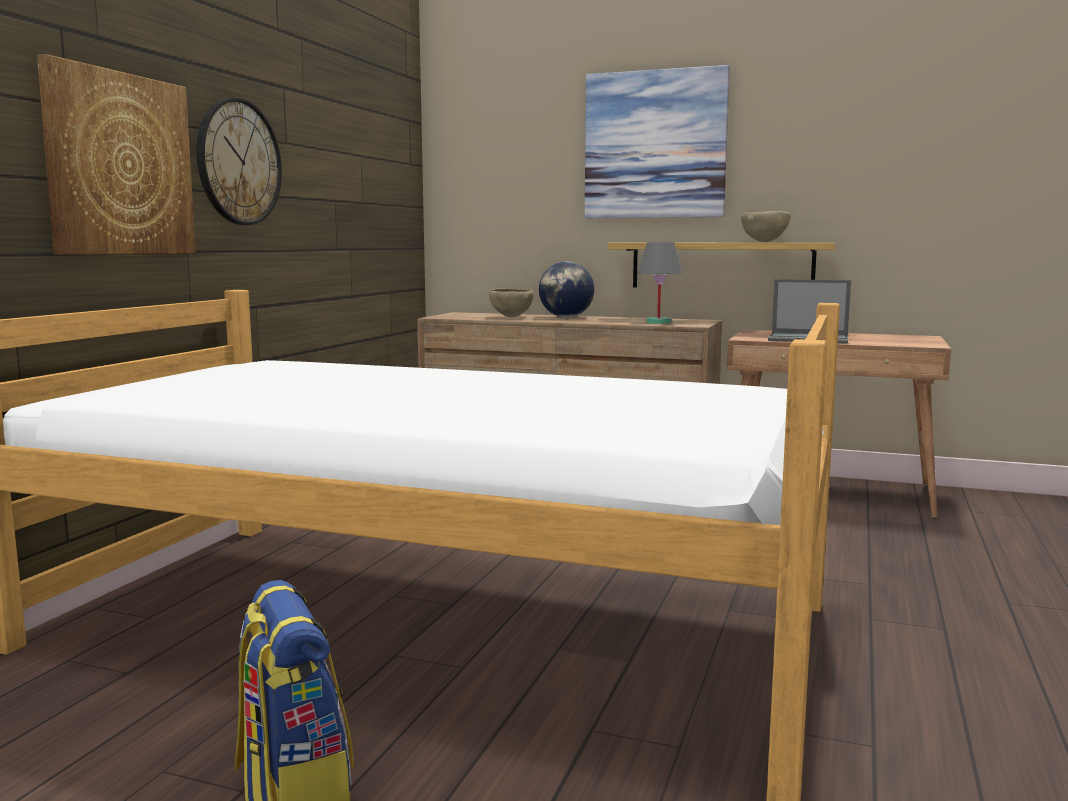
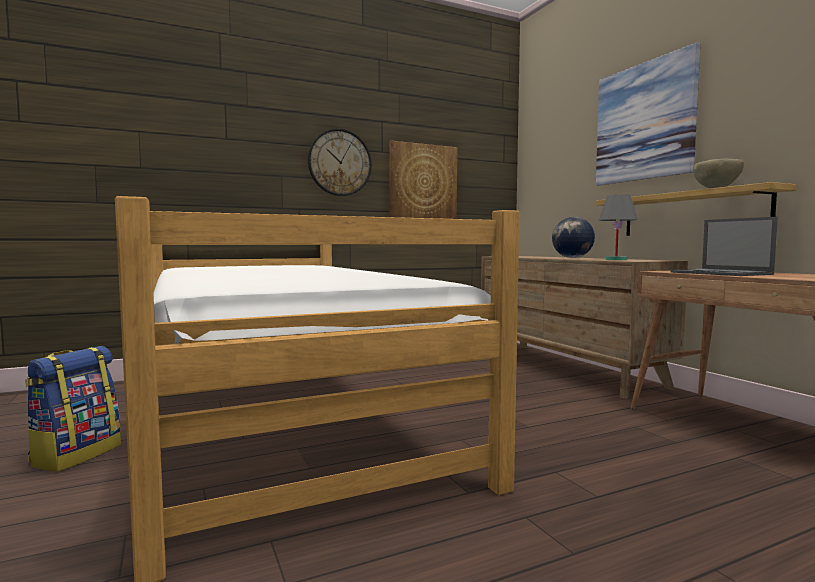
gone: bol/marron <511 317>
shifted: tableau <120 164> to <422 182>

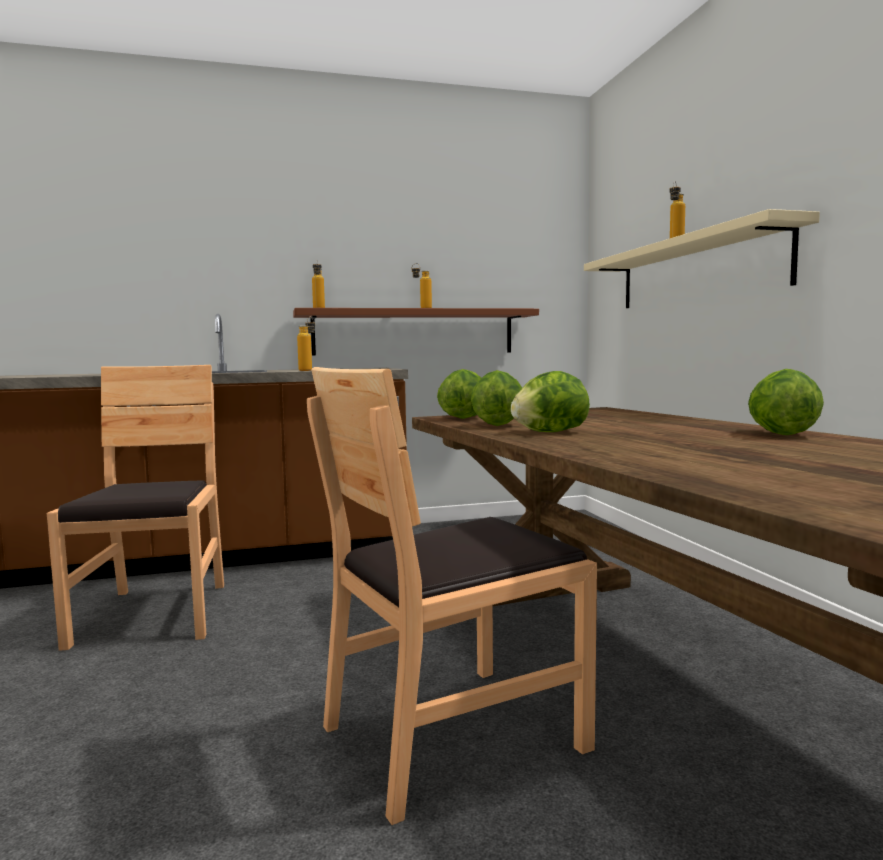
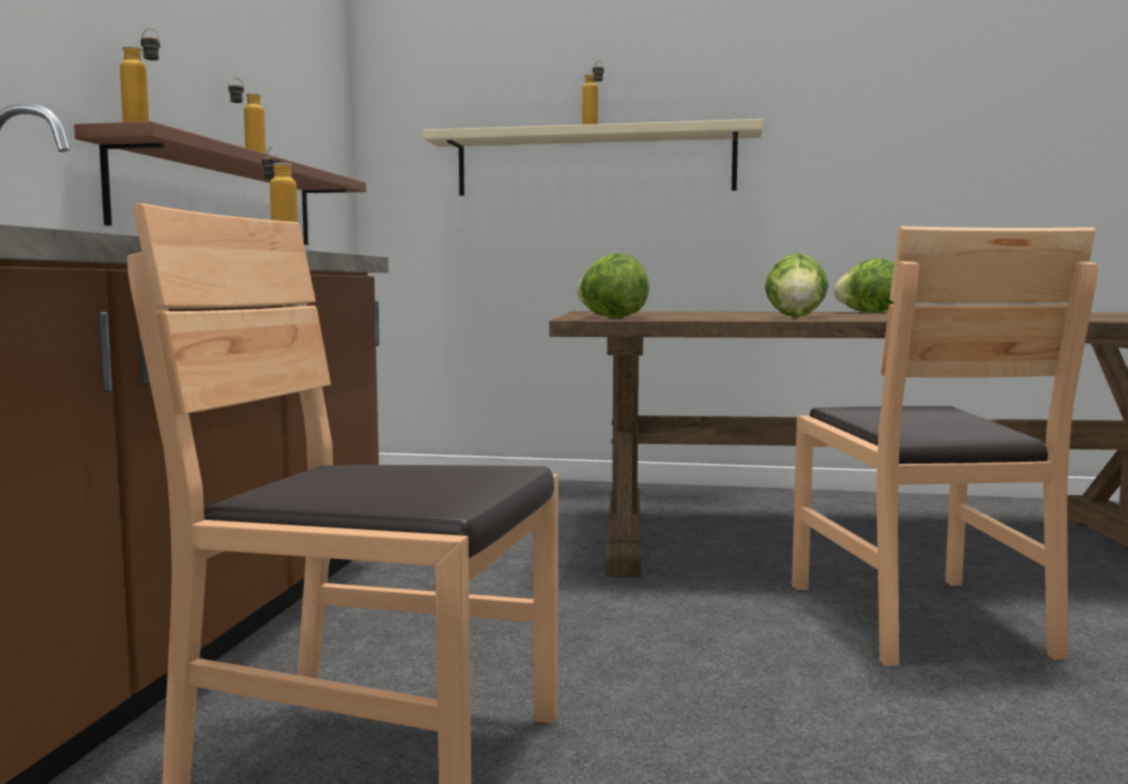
gone: laitue <498 425>

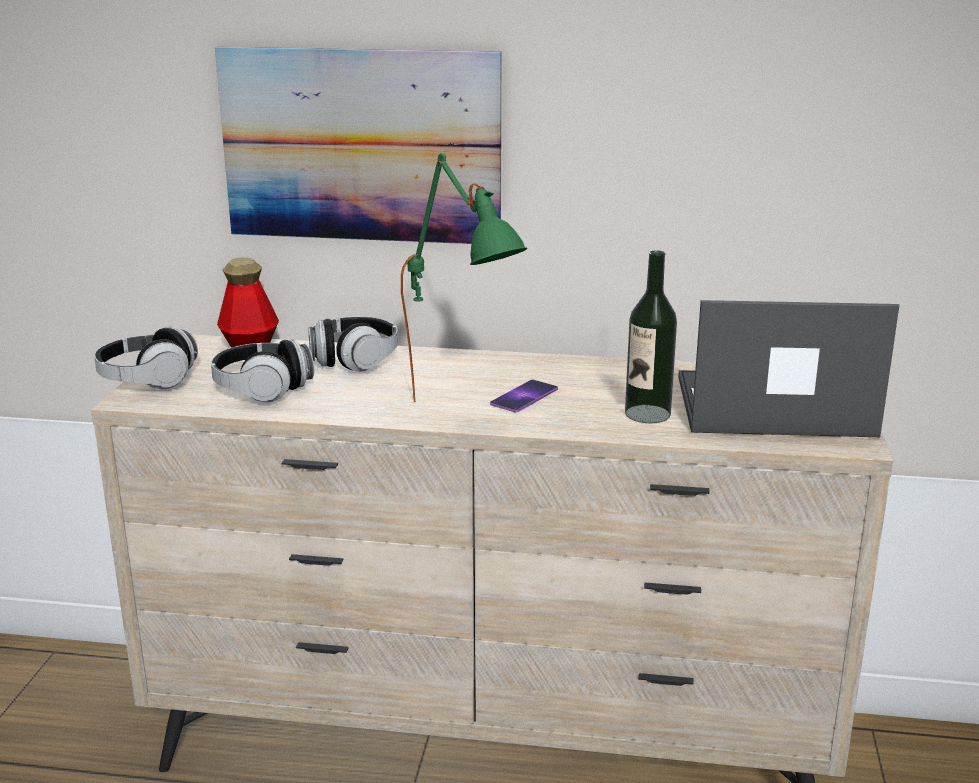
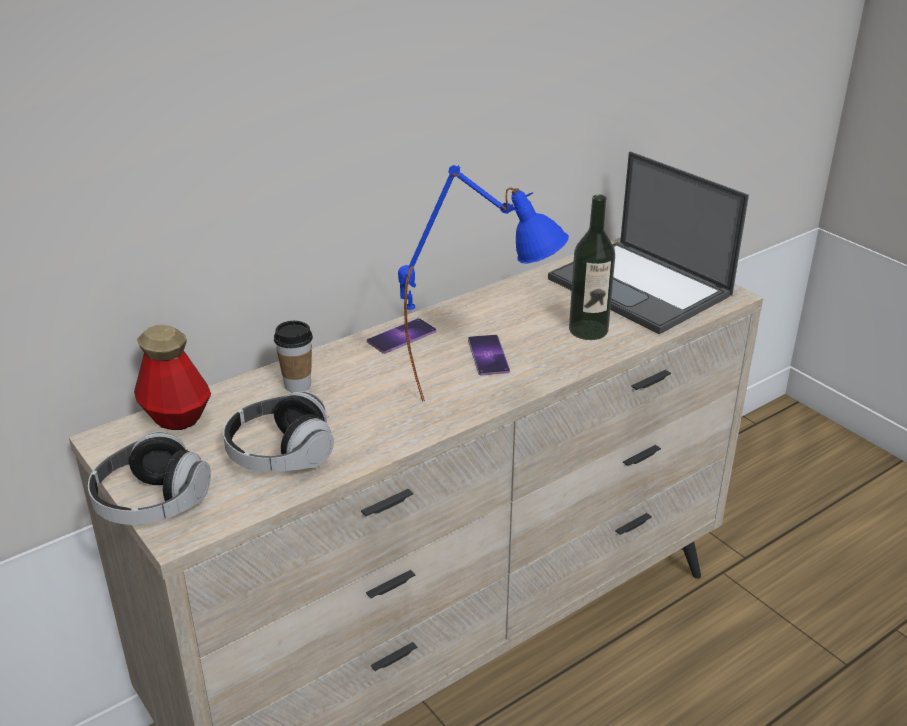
gone: tableau <361 146>
new: téléphone <401 336>
swapped: casque audio <354 360> to tasse <297 385>
repainted: lampe de table/vert <462 415> to lampe de table/bleu <479 394>
rotated: ordinateur portable <770 407> = <641 287> 90 degrees counterclockwise

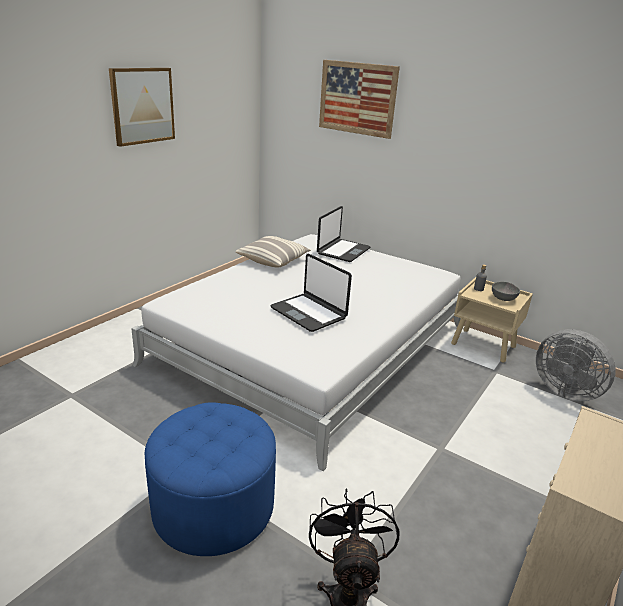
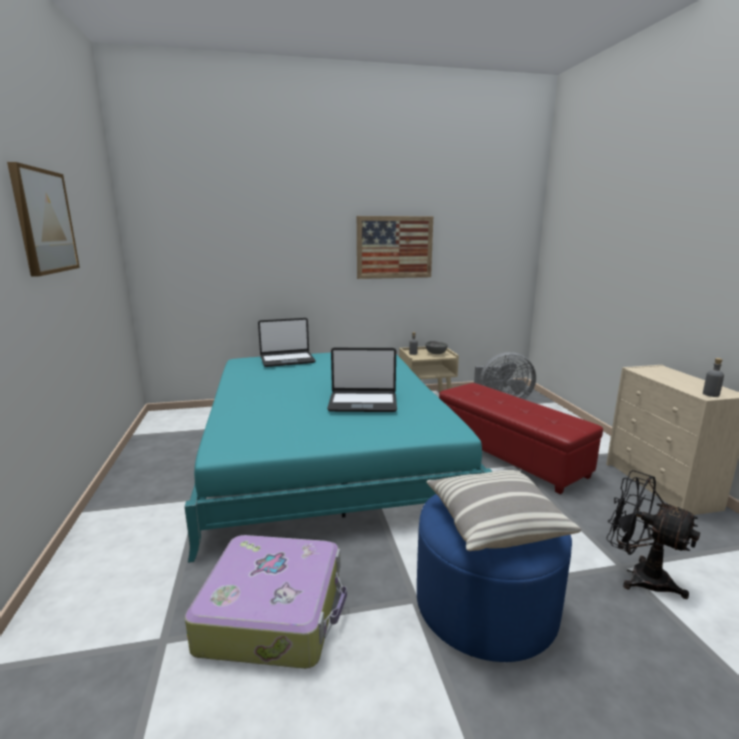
new: bouteille/gris <710 394>; pouf/rouge <510 454>; valise <274 612>
shifted: tableau <357 98> to <394 247>; coussin <273 260> to <494 523>
repainted: lit/blanc <312 344> to lit/turquoise <326 450>
rotated: ordinateur portable <343 251> = <287 360> 90 degrees clockwise

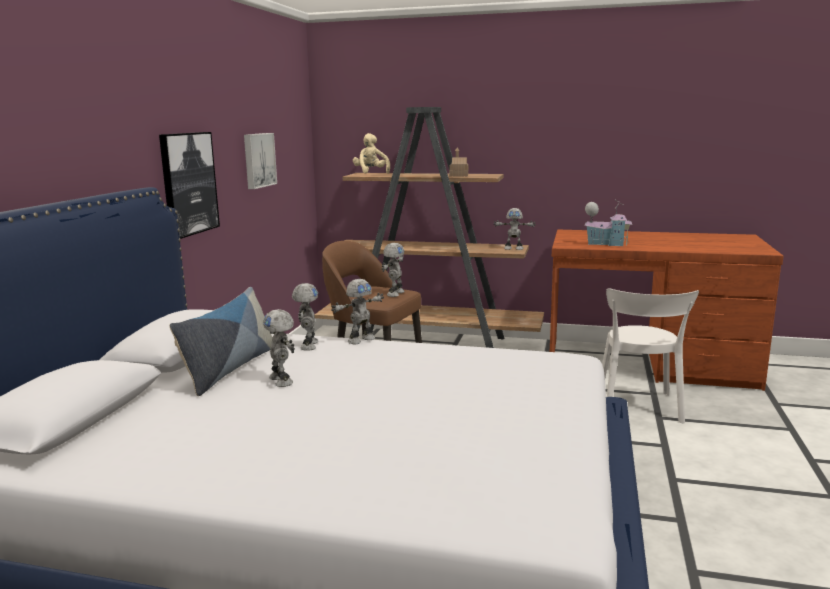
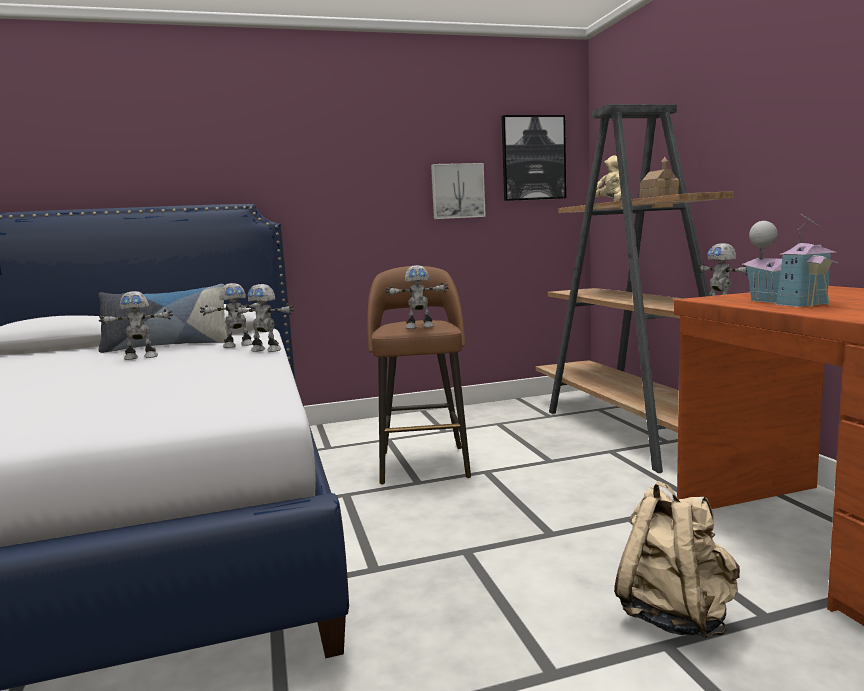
shifted: tableau <188 183> to <533 158>
swapped: chaise/blanc <639 408> to sac à dos/beige <675 615>
rotated: robot jouet <282 380> = <141 357> 135 degrees counterclockwise

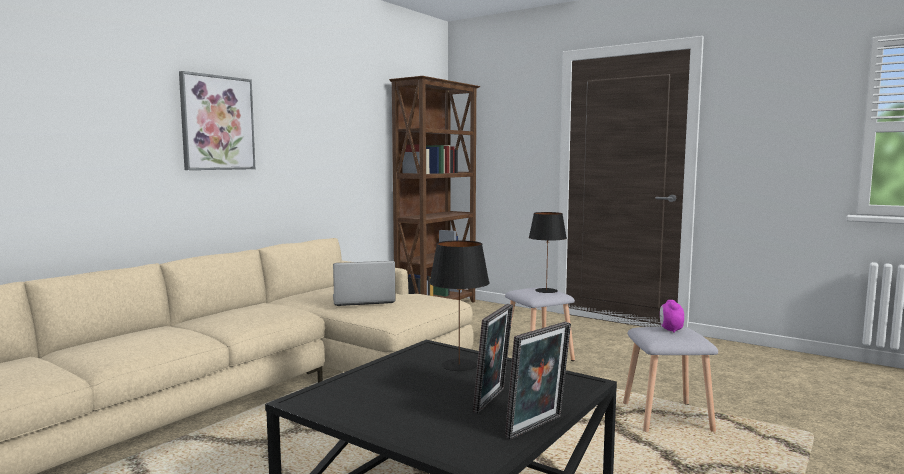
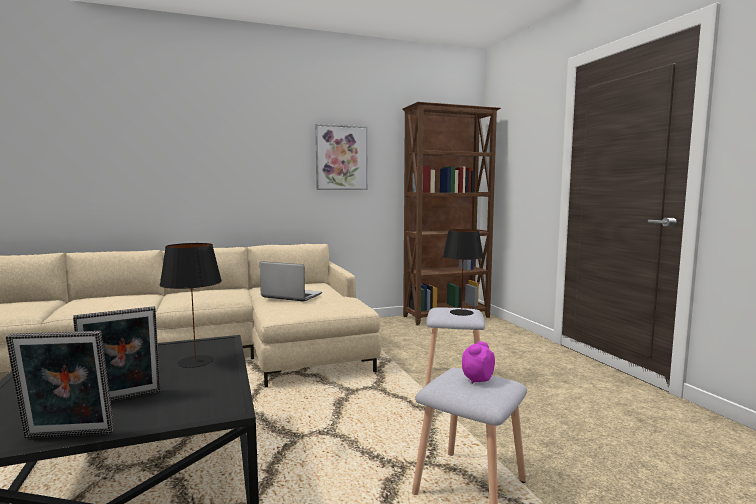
shifted: tableau <217 123> to <341 158>

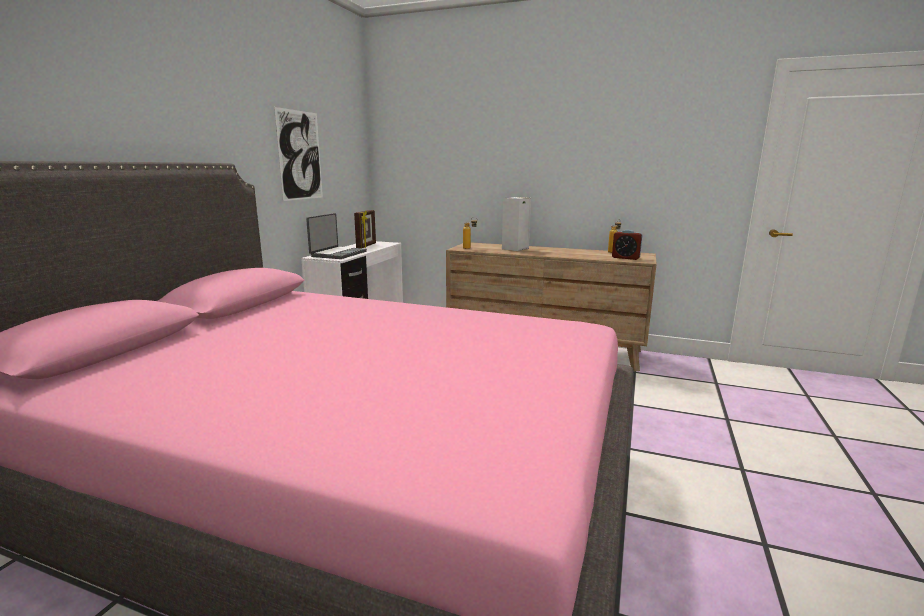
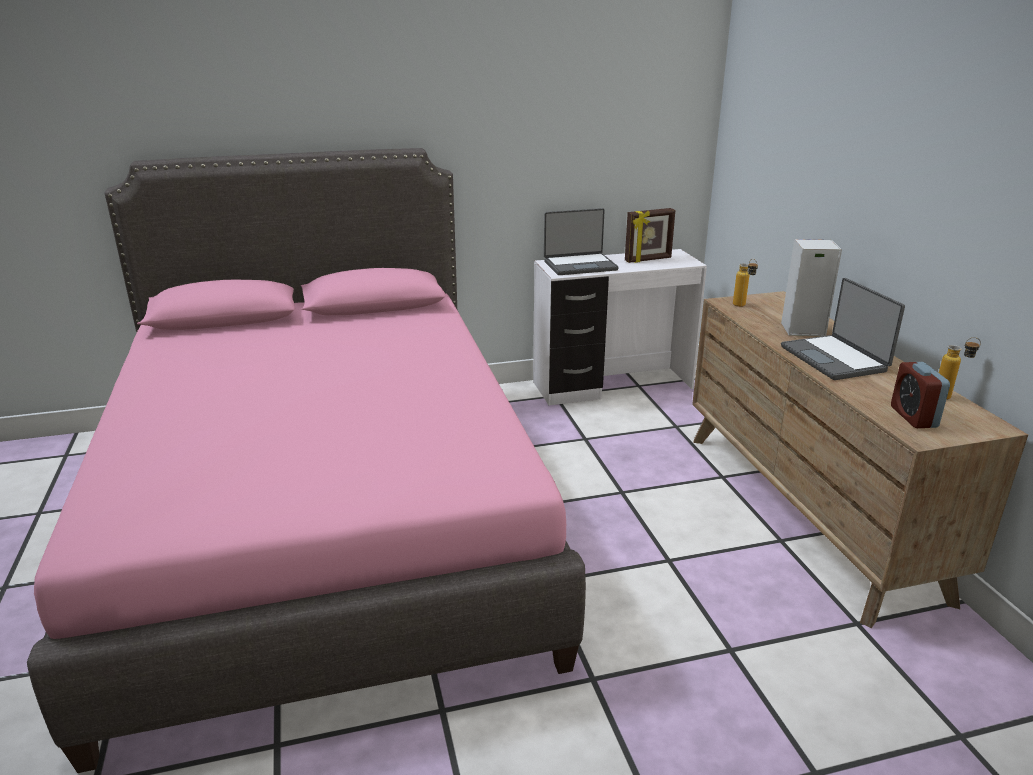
gone: tableau <300 155>
new: ordinateur portable <835 359>

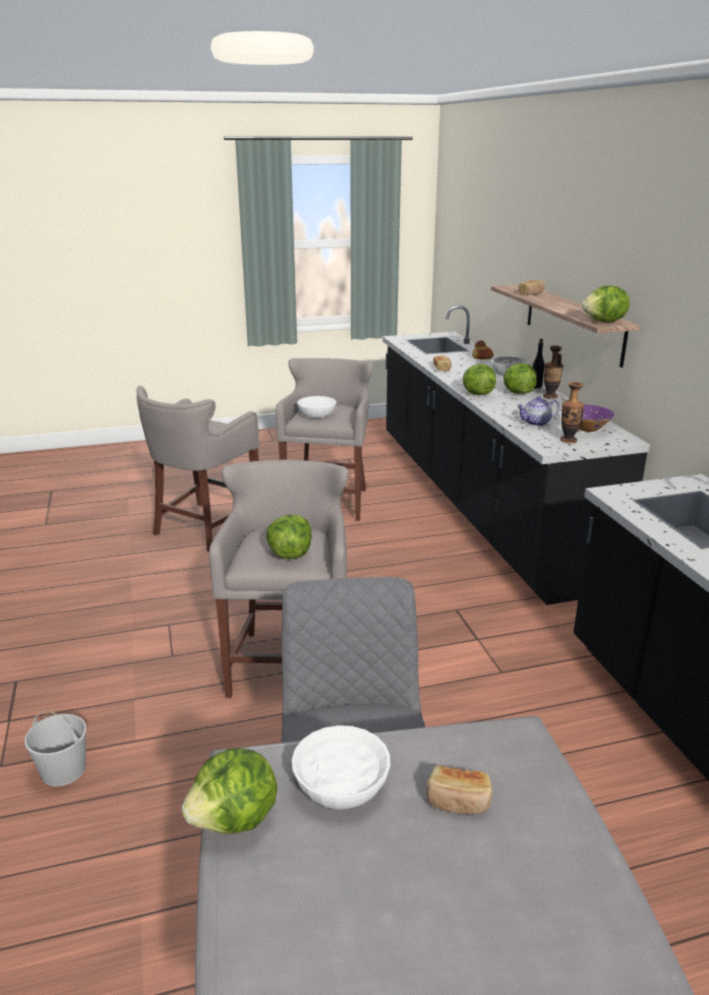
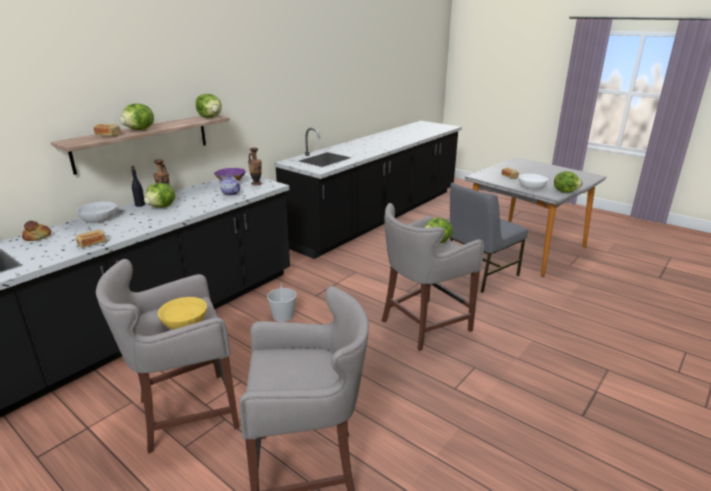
shifted: laitue <477 394> to <140 130>; seau/blanc <62 770> to <283 315>
repainted: bol/blanc <317 413> to bol/jaune <184 321>

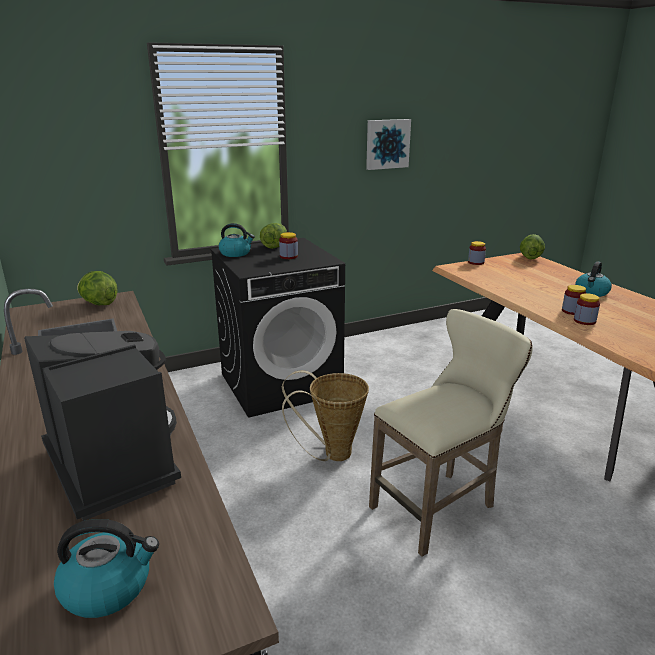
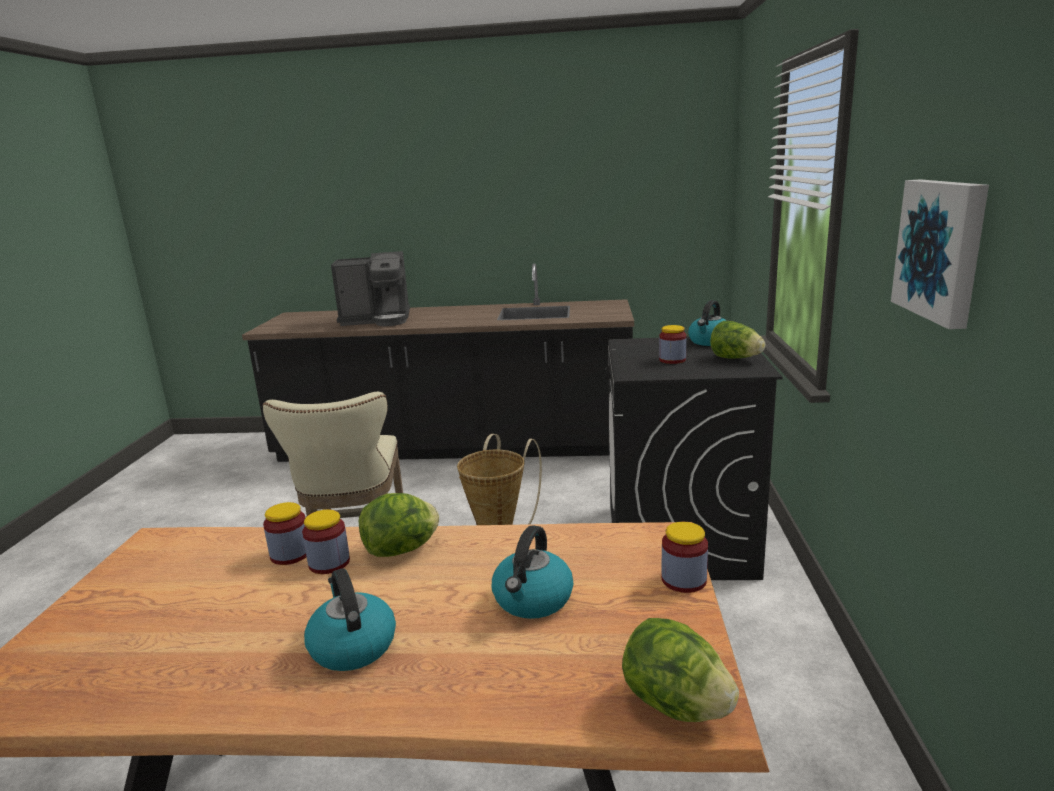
shifted: laitue <99 304> to <402 550>; bouilloire <108 586> to <533 600>

